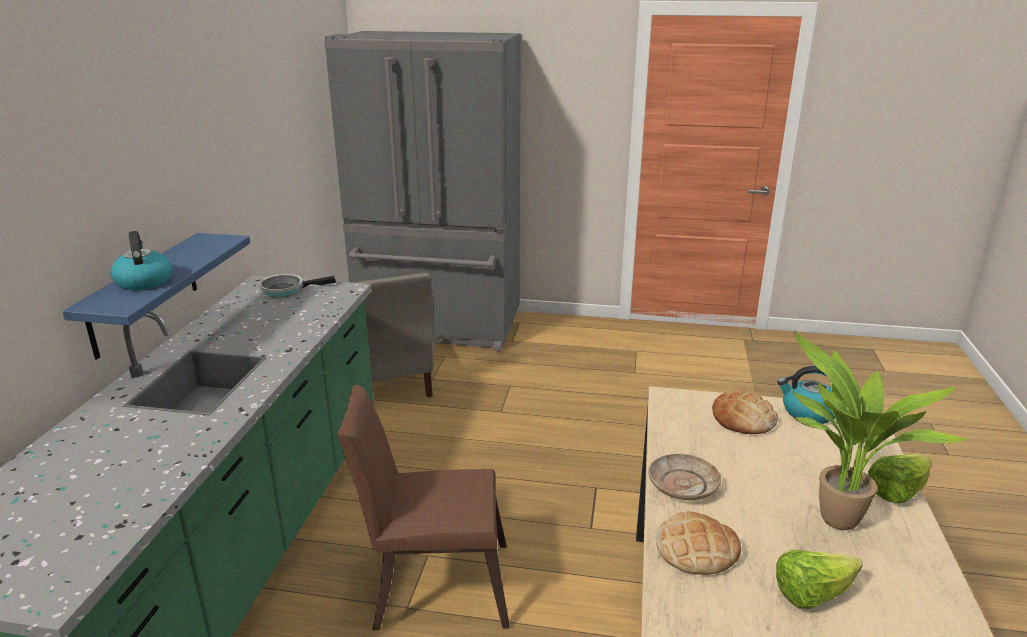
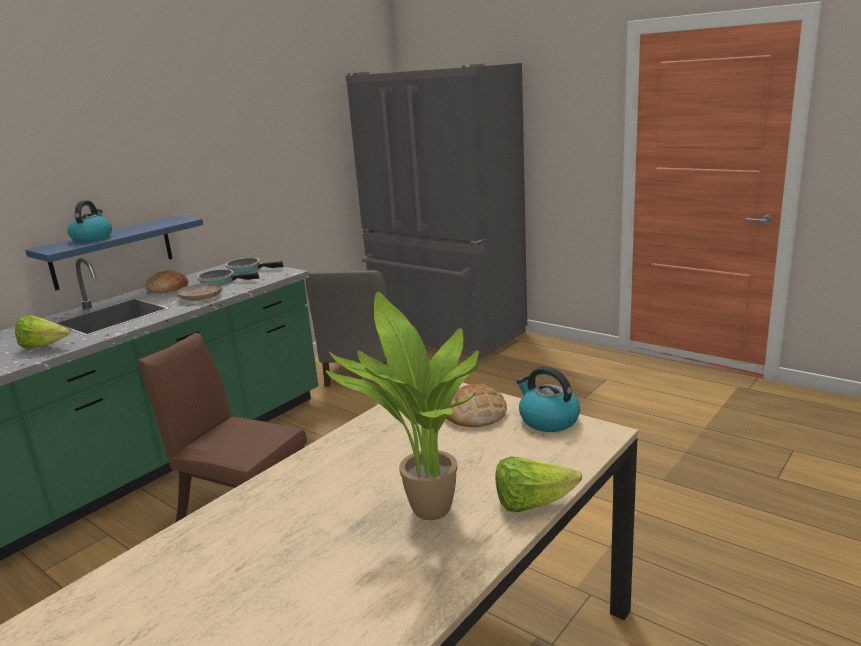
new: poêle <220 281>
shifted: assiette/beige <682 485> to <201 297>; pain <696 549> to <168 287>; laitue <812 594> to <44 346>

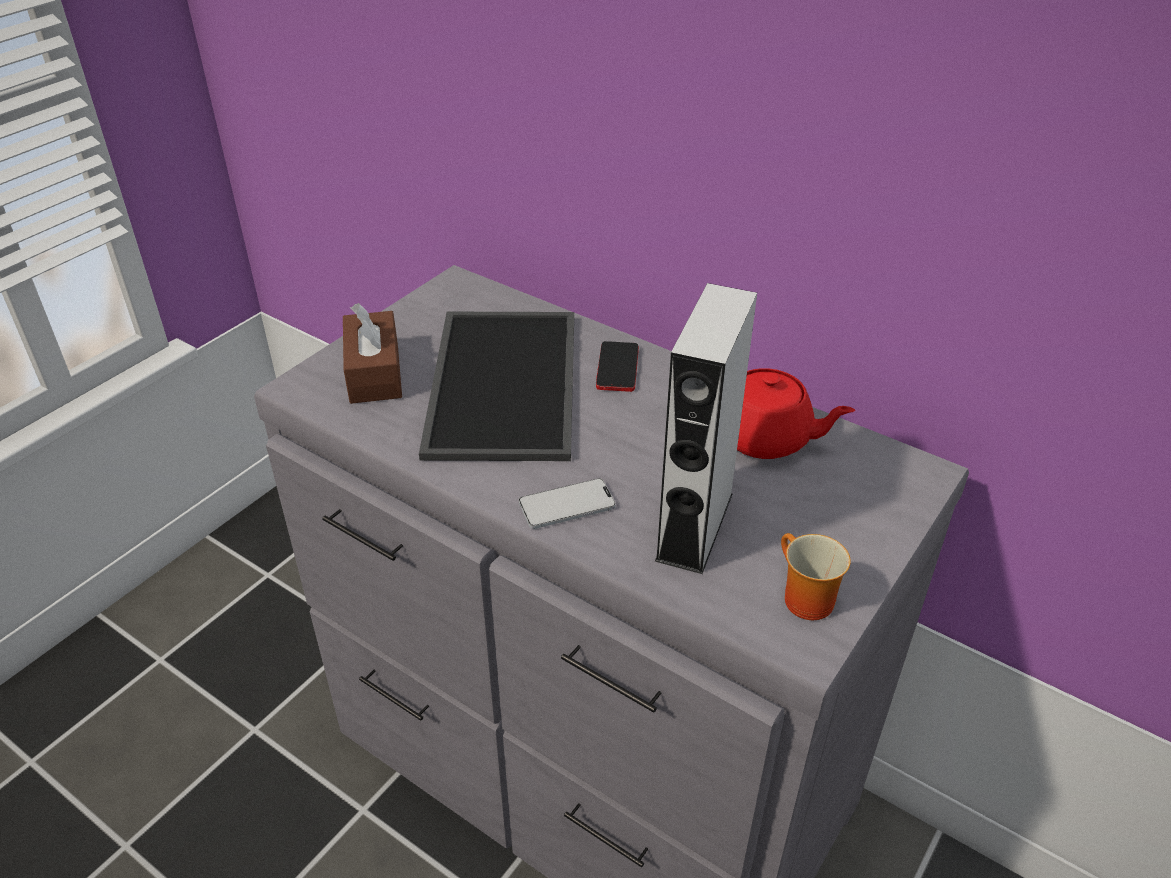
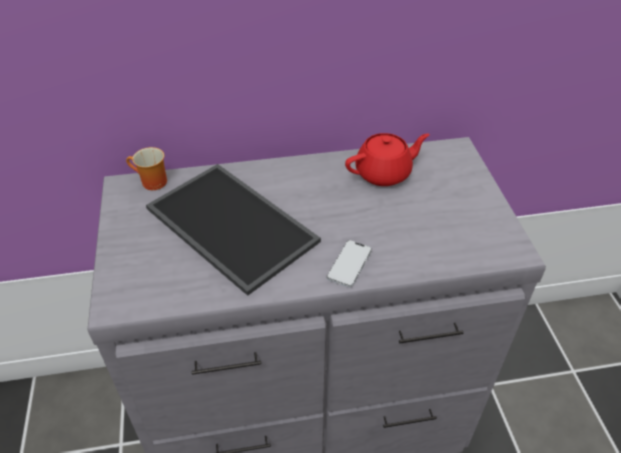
gone: enceinte/gris <694 526>; boîte à mouchoirs/marron <374 373>; téléphone <617 368>
shifted: mug <801 598> to <151 183>

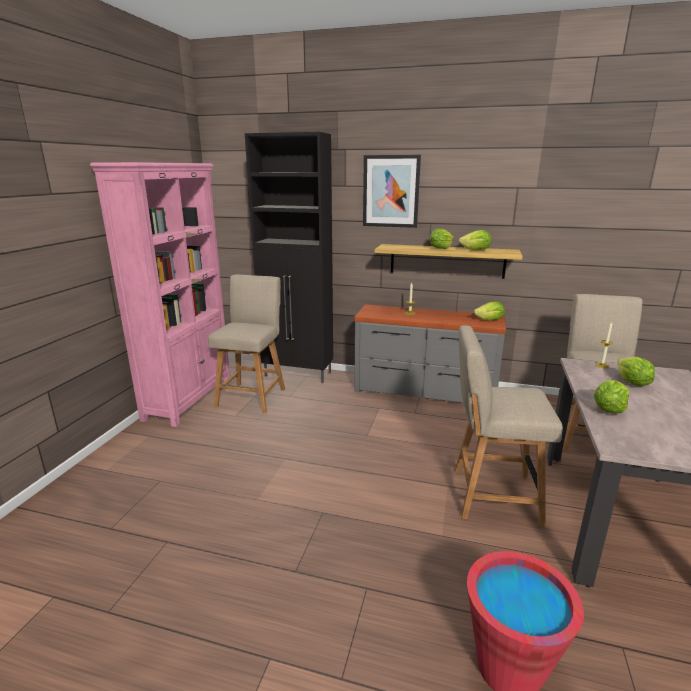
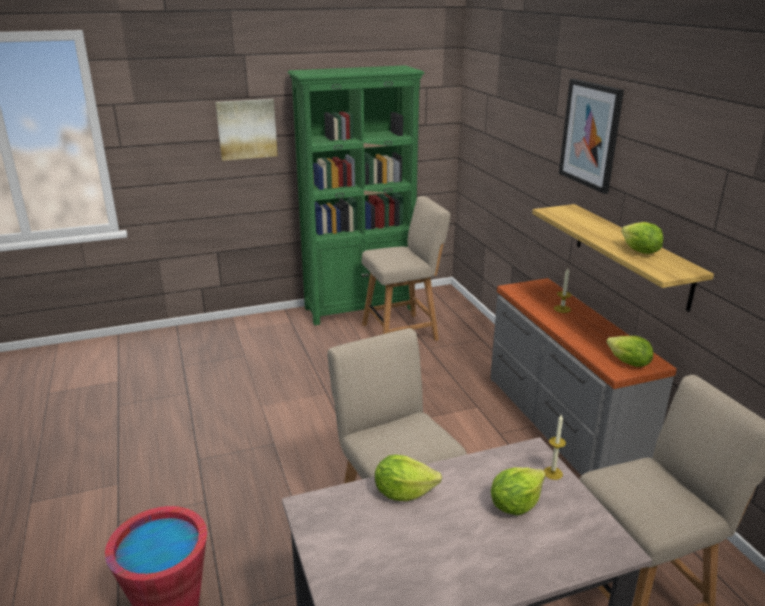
gone: meuble de rangement/noir <298 374>; laitue <440 248>
new: tableau <246 129>
repainted: bibliothèque/rose <189 399> to bibliothèque/vert <360 308>

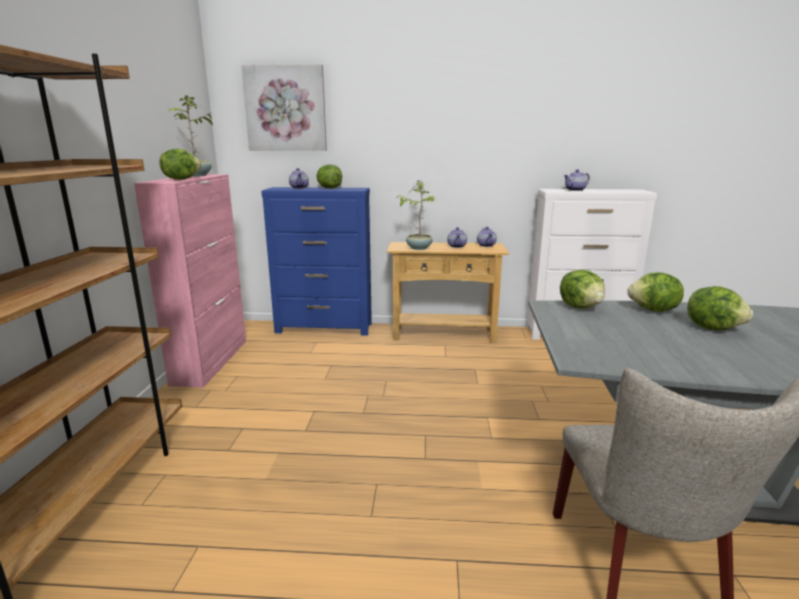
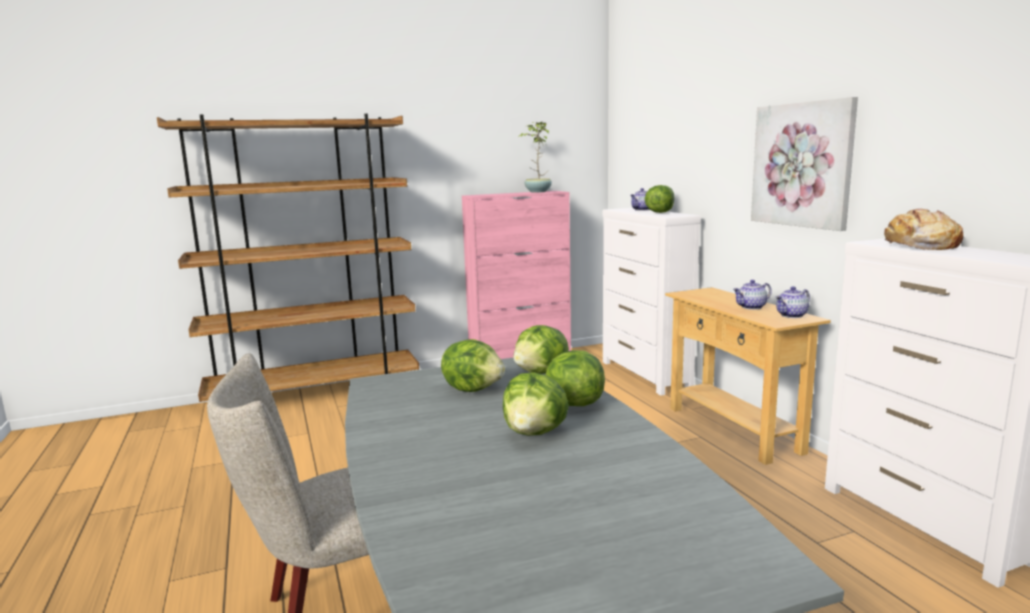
gone: plante en pot <418 248>
shifted: tableau <286 109> to <802 165>; laitue <181 179> to <474 389>
swapped: théière <575 190> to pain <920 246>
repainted: commode/bleu <325 328> to commode/blanc <645 375>

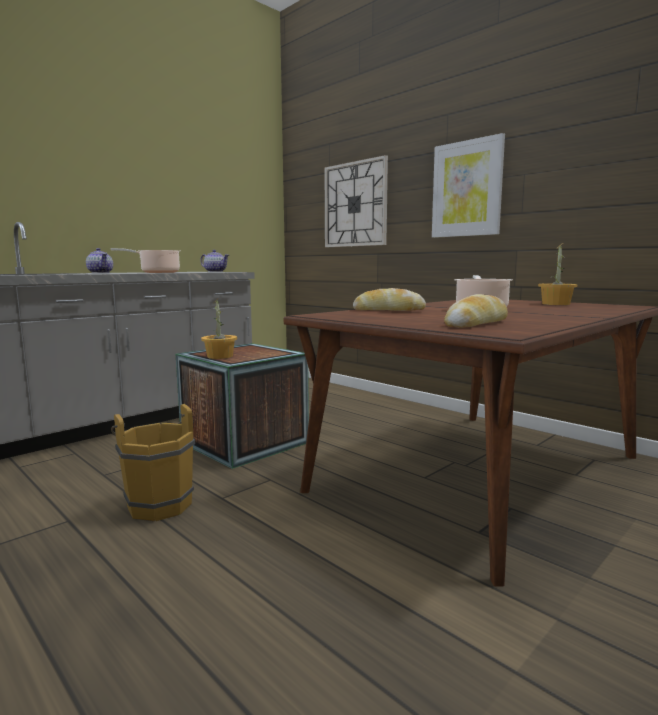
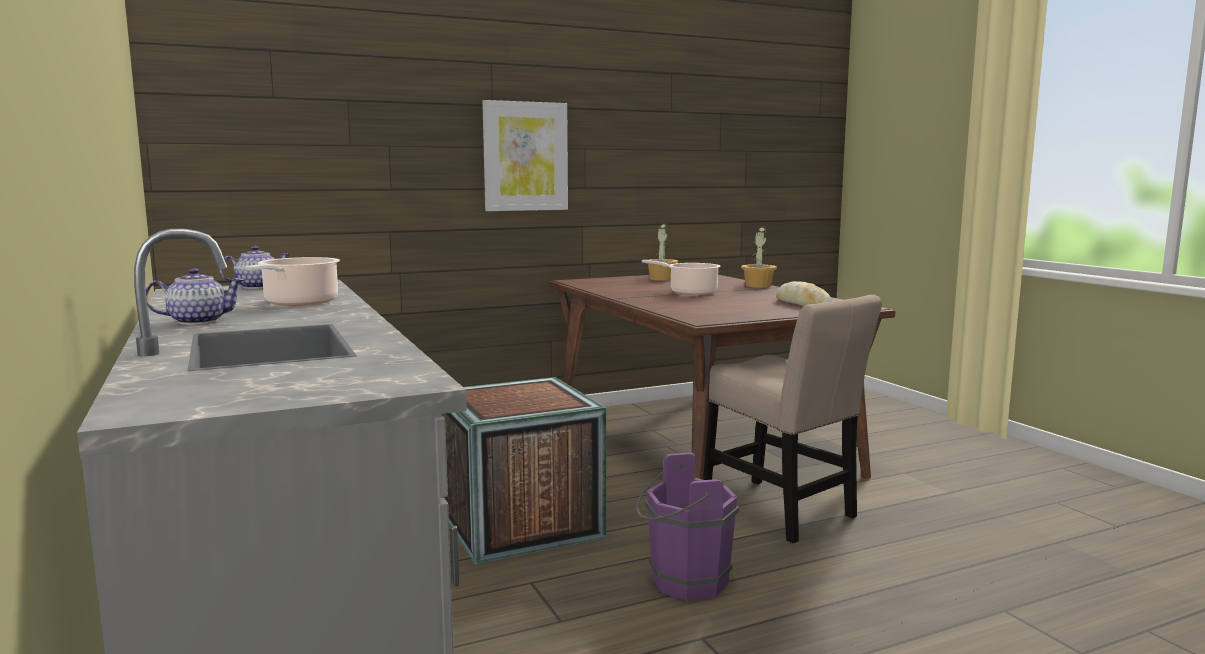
gone: horloge murale <355 204>; pain <388 310>
new: chaise/beige <781 511>
shifted: plante en pot <220 356> to <758 285>
repainted: seau/marron <159 503> to seau/violet <683 582>

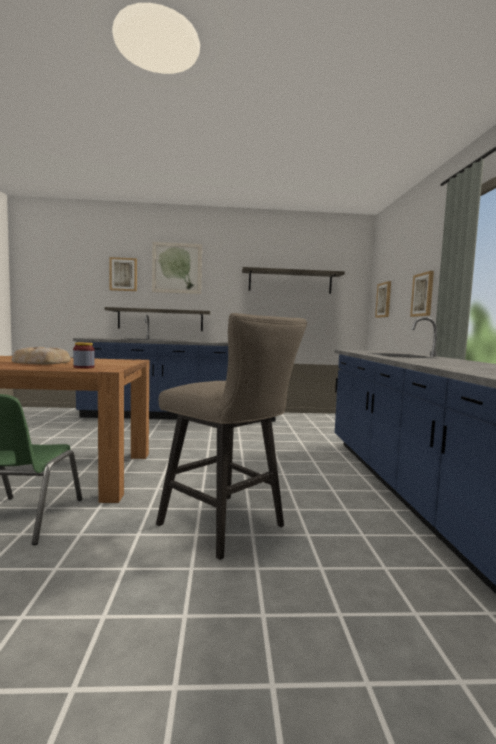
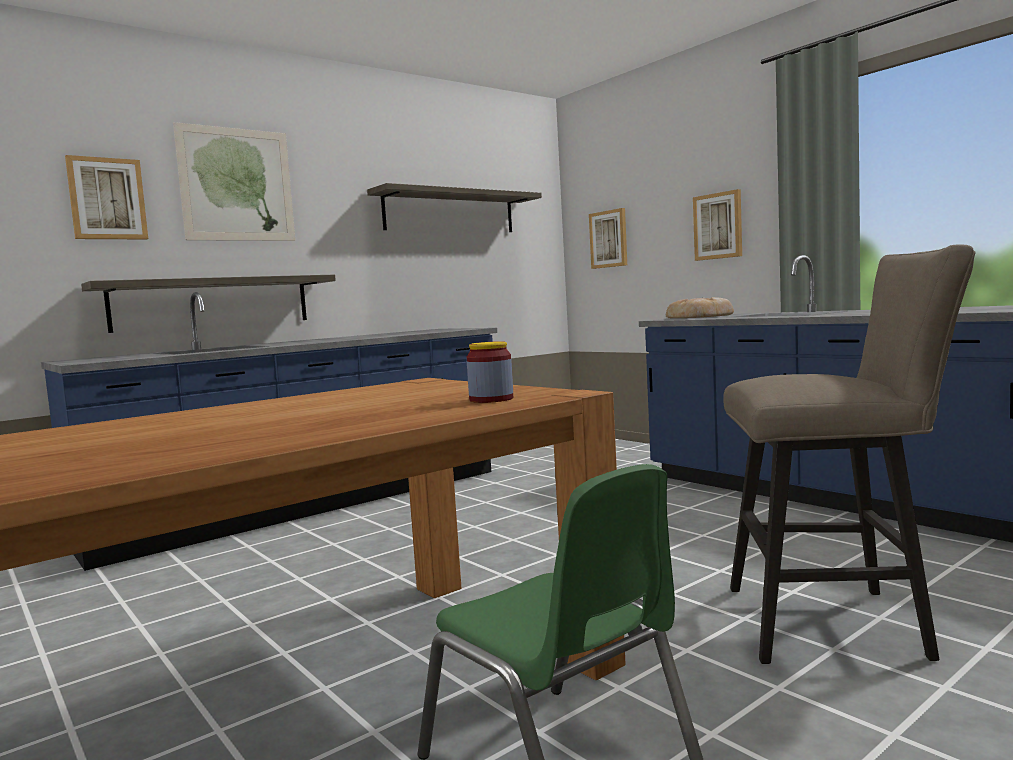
shifted: pain <42 362> to <701 316>

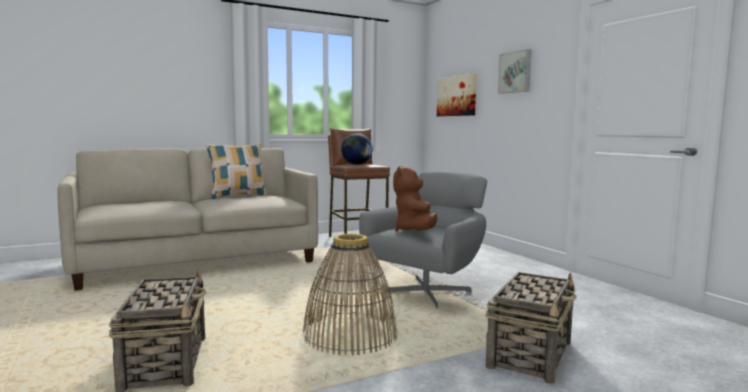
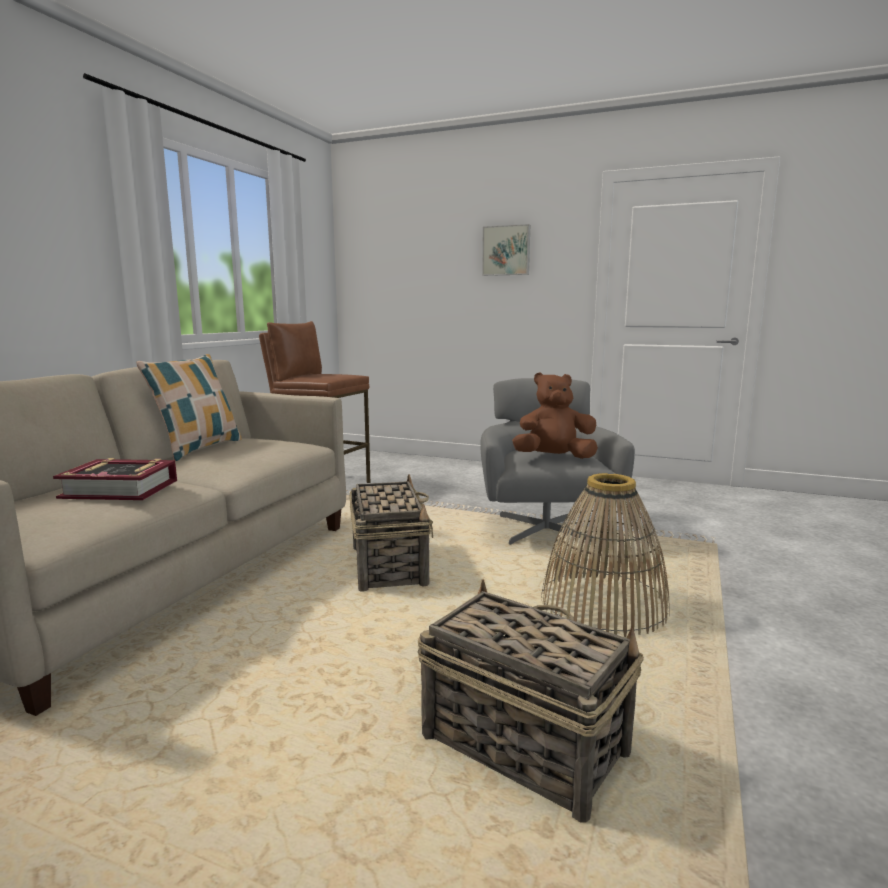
gone: tableau <457 96>; globe <356 164>
new: livre <120 489>
shifted: panier <530 354> to <388 565>
rotated: peluche/marron <415 231> = <554 458> 120 degrees clockwise

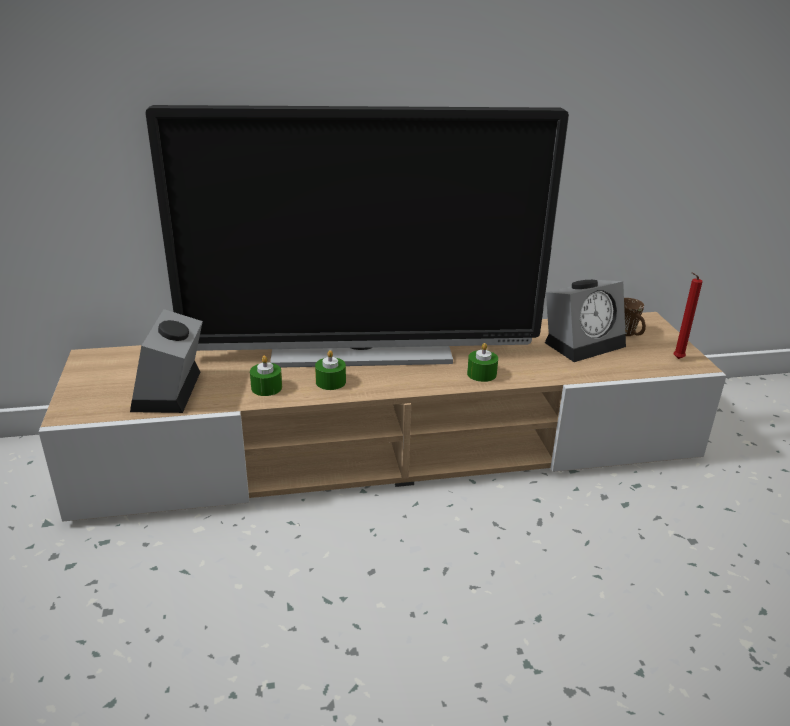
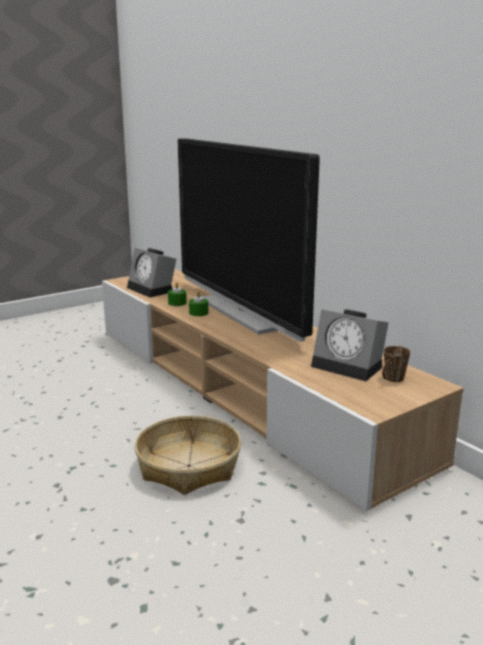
gone: bougie/rouge <676 359>; bougie/vert <481 374>
new: panier <189 466>
rotated: réveil <170 392> = <153 289> 105 degrees counterclockwise

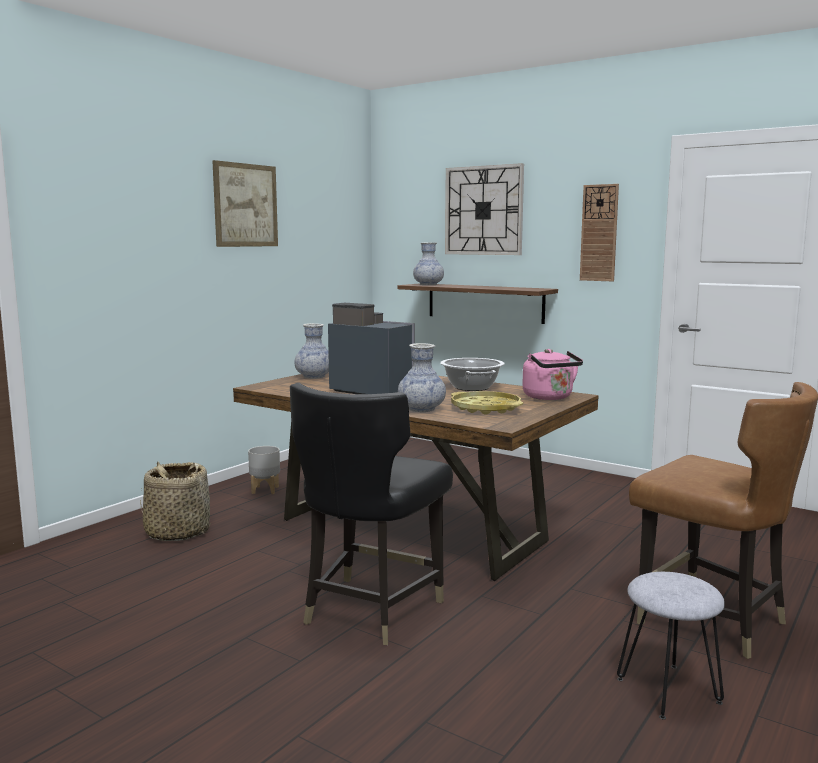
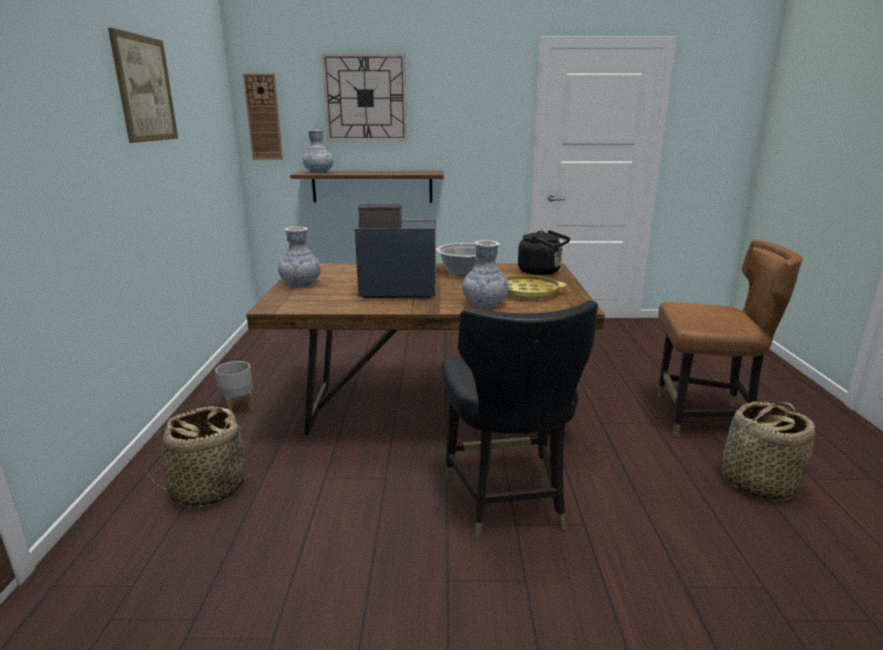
shifted: horloge murale <599 233> to <263 117>
swapped: tabouret/gris <668 690> to panier <757 482>
repainted: bouilloire/rose <550 397> to bouilloire/noir <542 272>

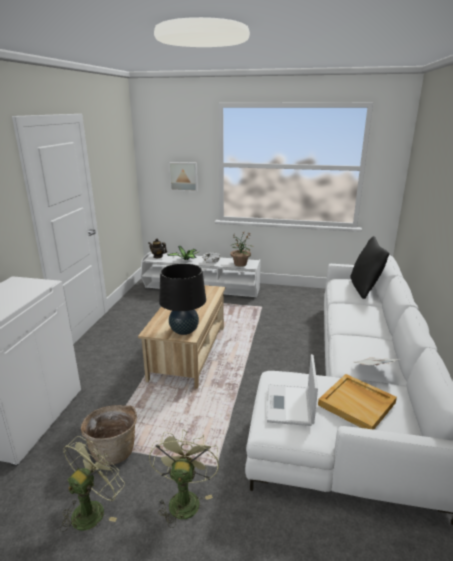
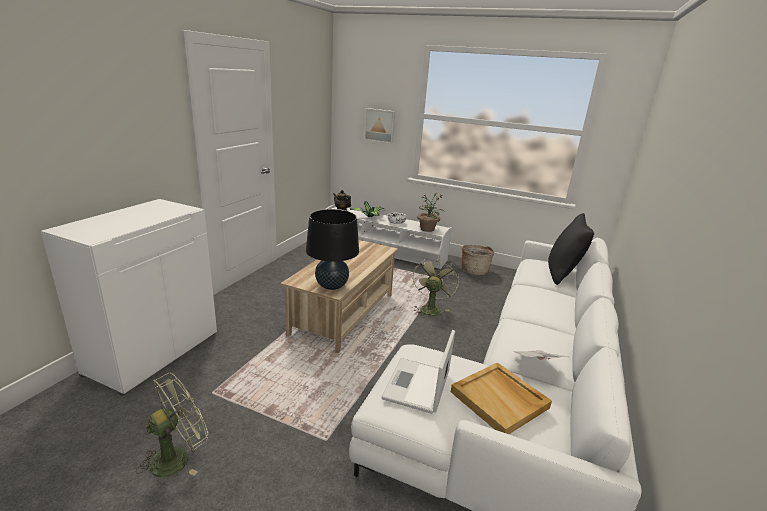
shifted: panier <114 450> to <474 271>; ventilateur/vert <184 498> to <430 308>

